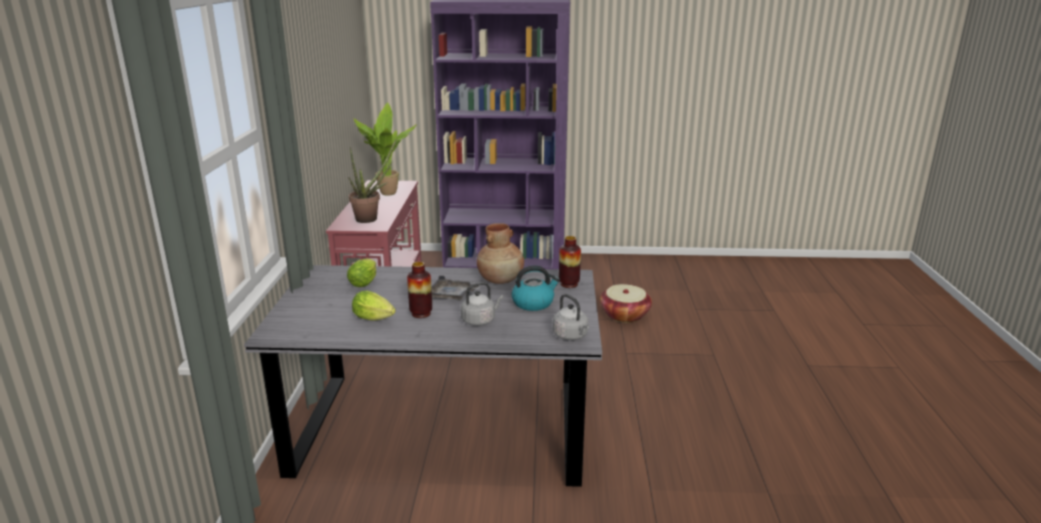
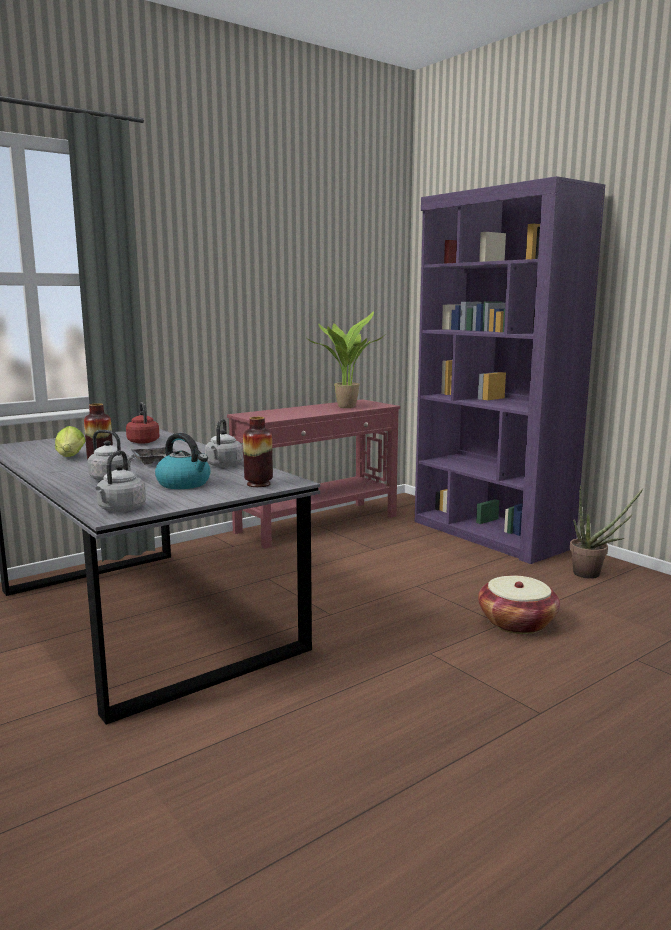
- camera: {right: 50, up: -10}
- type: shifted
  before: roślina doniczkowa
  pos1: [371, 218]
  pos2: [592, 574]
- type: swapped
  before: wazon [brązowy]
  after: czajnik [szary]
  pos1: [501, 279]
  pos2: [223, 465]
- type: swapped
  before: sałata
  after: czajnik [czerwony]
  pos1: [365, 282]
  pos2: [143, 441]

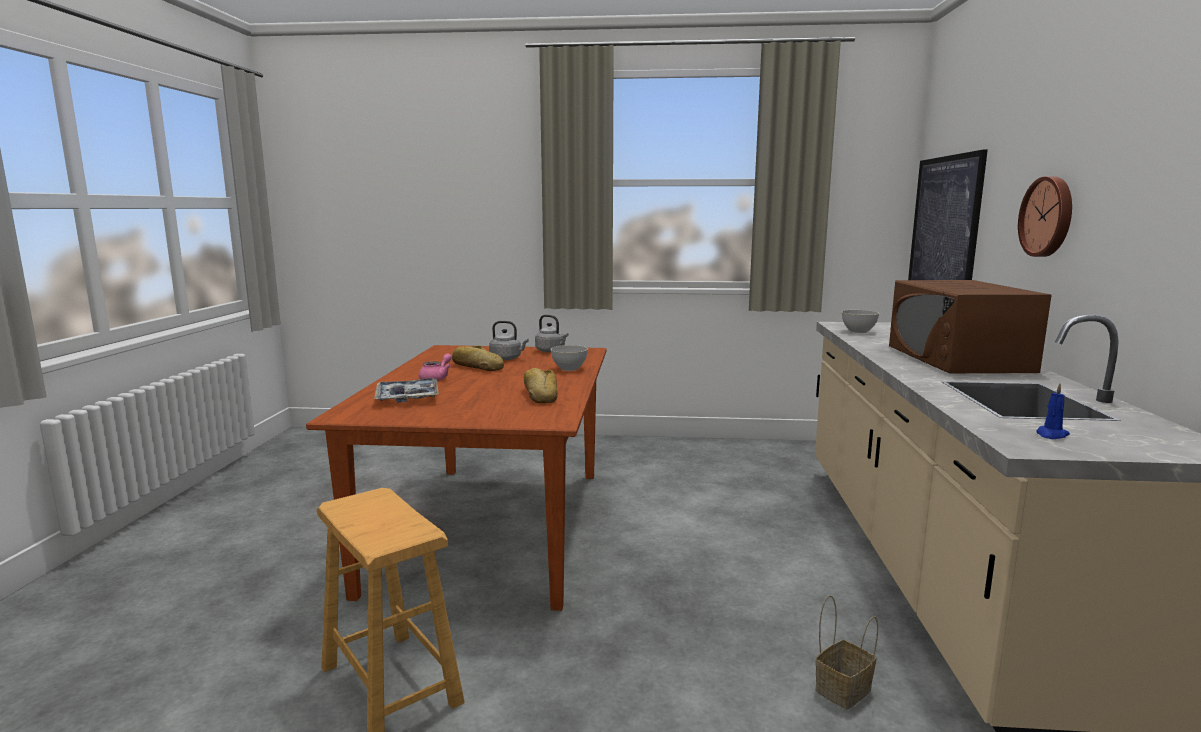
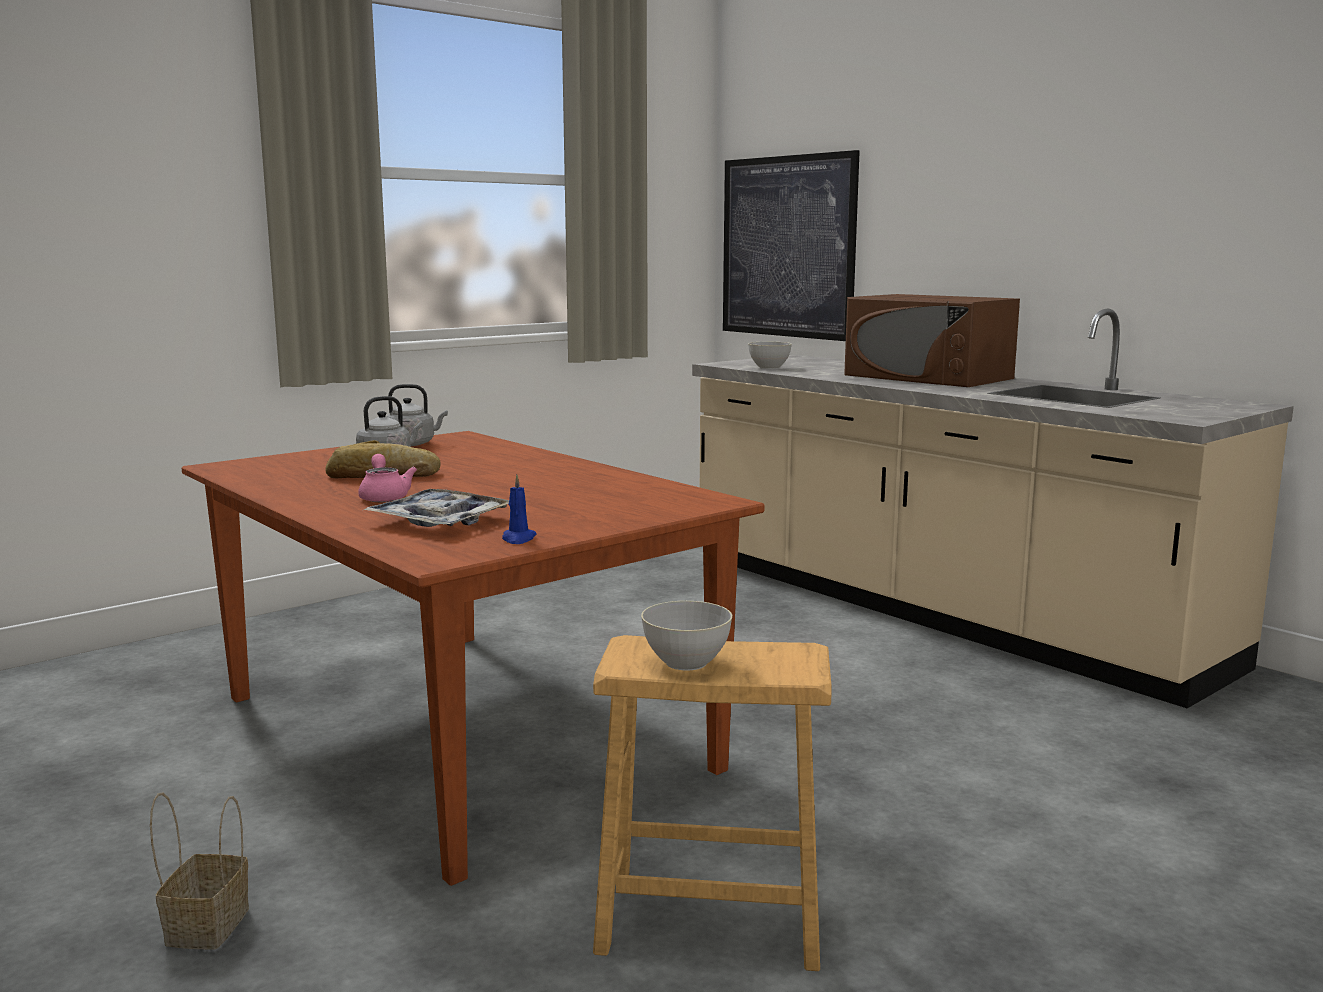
- camera: {right: -45, up: 0}
- type: gone
  before: zegar ścienny
  pos1: [1048, 217]
- type: shifted
  before: miska [szary]
  pos1: [569, 369]
  pos2: [686, 662]
- type: gone
  before: chleb
  pos1: [540, 394]
- type: shifted
  before: świeca [niebieski]
  pos1: [1051, 435]
  pos2: [518, 539]
- type: shifted
  before: koszyk
  pos1: [843, 688]
  pos2: [207, 924]

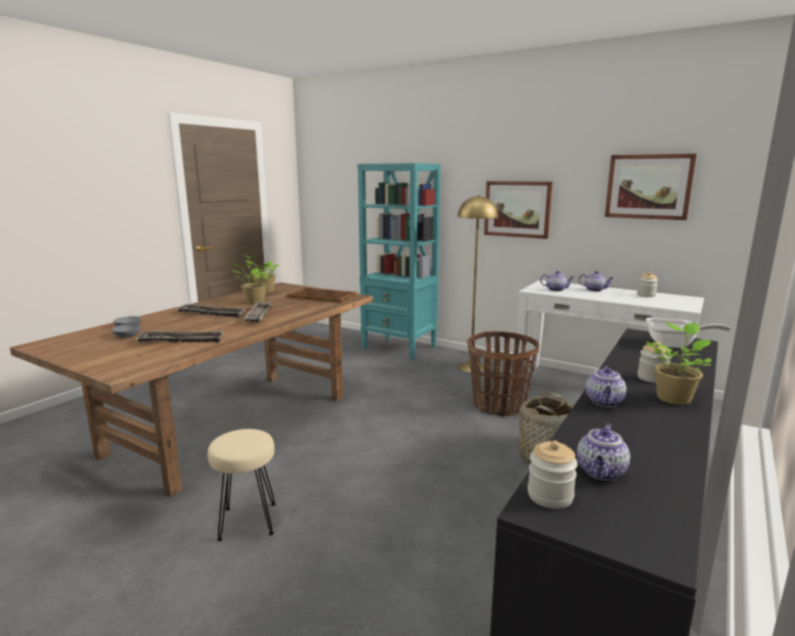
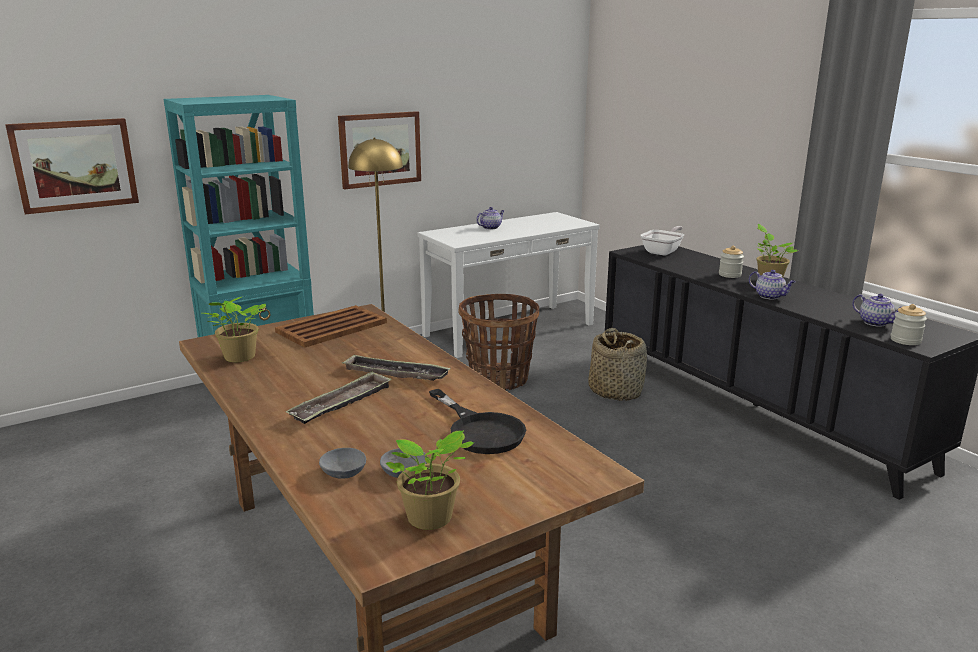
- camera: {right: -65, up: 5}
- type: shifted
  before: obraz
  pos1: [648, 186]
  pos2: [75, 165]
- type: shifted
  before: roślina doniczkowa
  pos1: [253, 302]
  pos2: [430, 519]
- type: gone
  before: imbryk
  pos1: [556, 290]
- type: gone
  before: słoik
  pos1: [646, 295]
- type: swapped
  before: taca
  after: patelnia [czarny]
  pos1: [182, 341]
  pos2: [480, 430]
- type: gone
  before: stołek [beżowy]
  pos1: [248, 522]

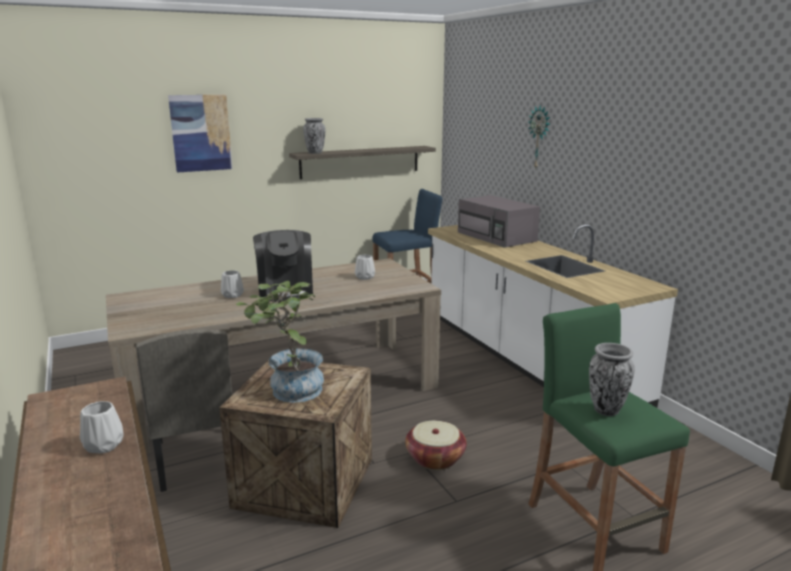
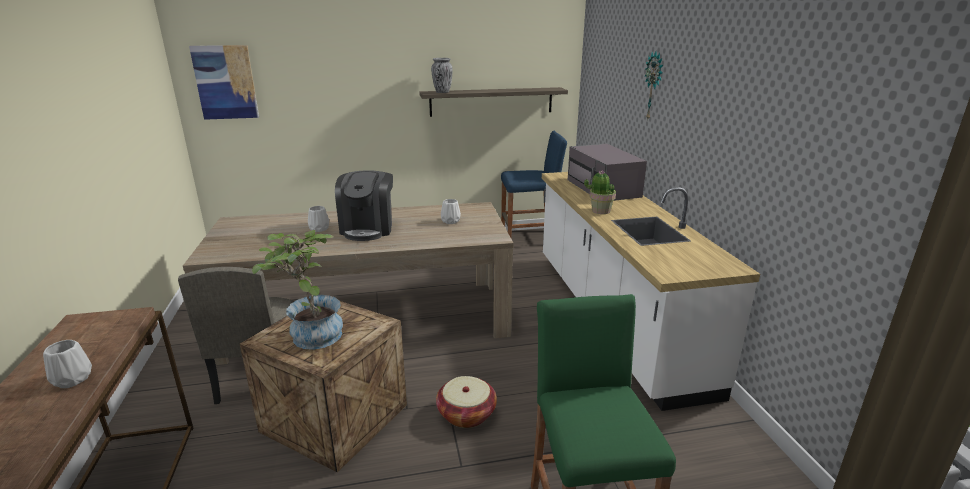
- camera: {right: 15, up: 5}
- type: shifted
  before: obraz
  pos1: [201, 133]
  pos2: [225, 82]
- type: gone
  before: wazon
  pos1: [606, 409]
- type: new
  after: roślina doniczkowa
  pos2: [600, 211]

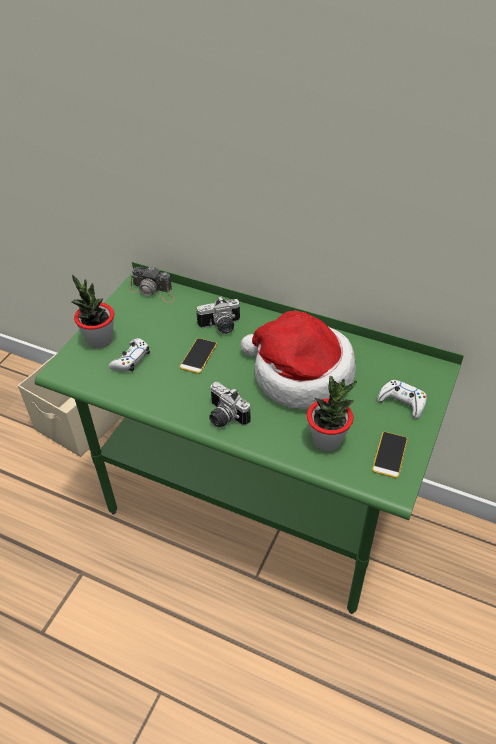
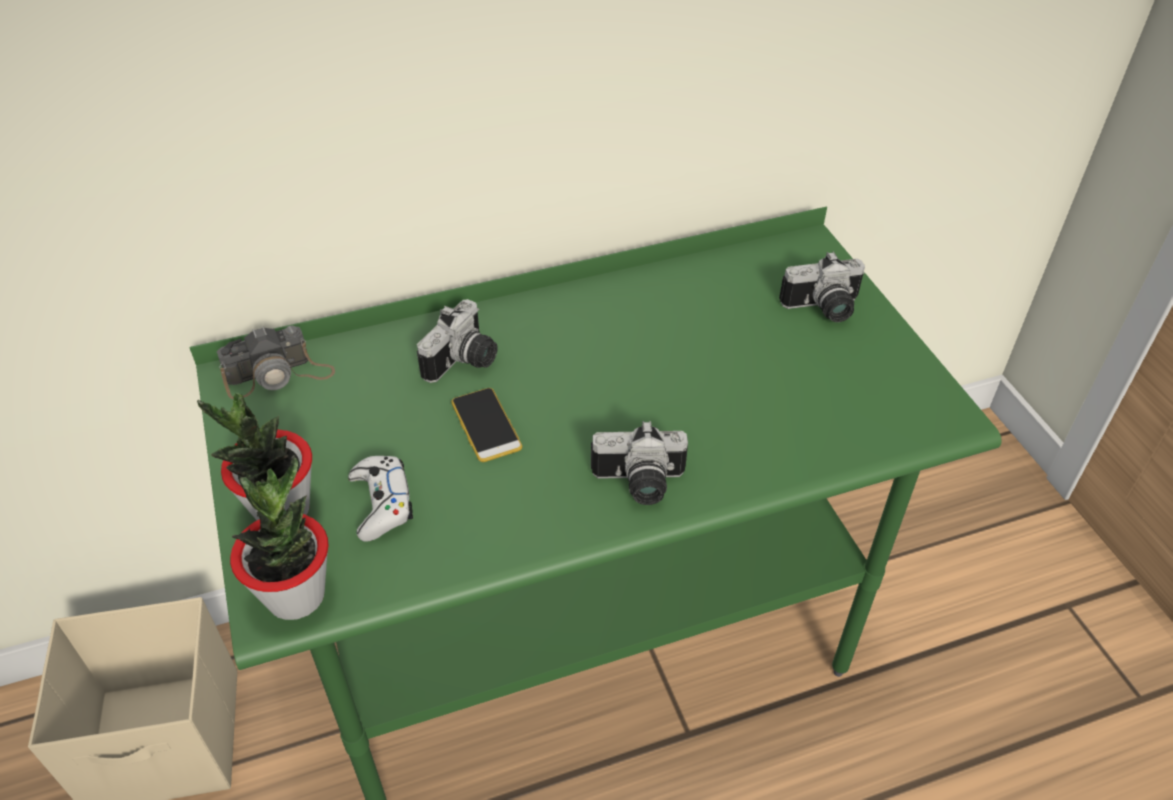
- camera: {right: -45, up: 0}
- type: gone
  before: kapelusz
  pos1: [300, 375]
- type: shifted
  before: roślina doniczkowa
  pos1: [327, 440]
  pos2: [296, 595]
- type: swapped
  before: pad do gier [biały]
  after: aparat fotograficzny
  pos1: [402, 402]
  pos2: [823, 309]
- type: gone
  before: telefon
  pos1: [390, 455]

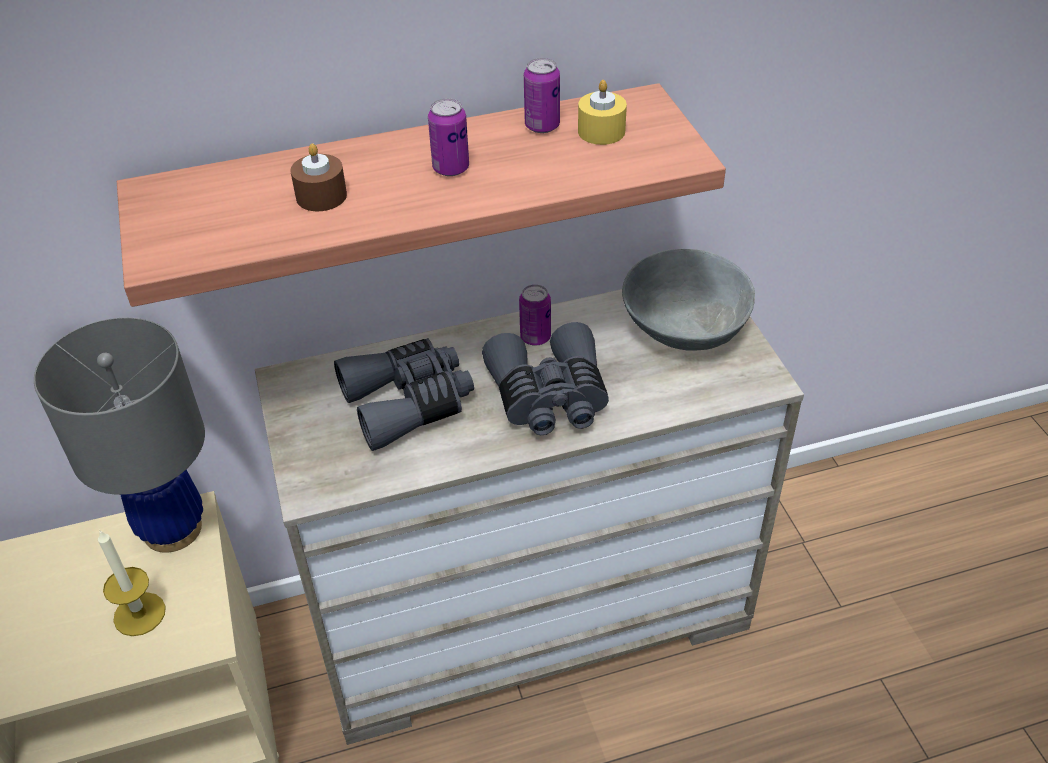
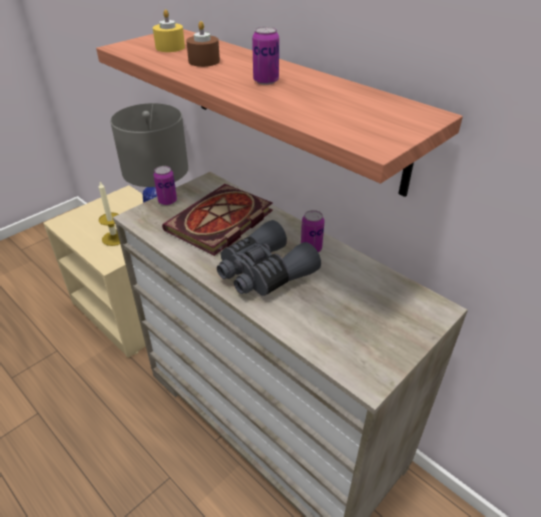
- camera: {right: 60, up: -5}
- type: shifted
  before: puszka
  pos1: [542, 126]
  pos2: [167, 201]
- type: shifted
  before: świeca [żółty]
  pos1: [601, 131]
  pos2: [170, 47]
- type: gone
  before: miska [szary]
  pos1: [683, 326]
- type: swapped
  before: lornetka [szary]
  after: książka
  pos1: [408, 402]
  pos2: [219, 223]

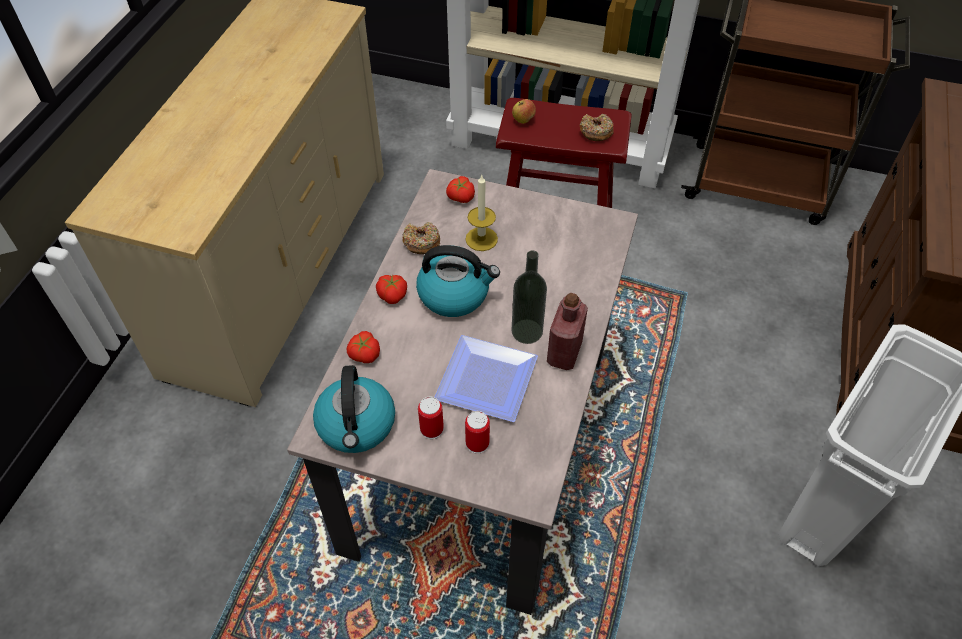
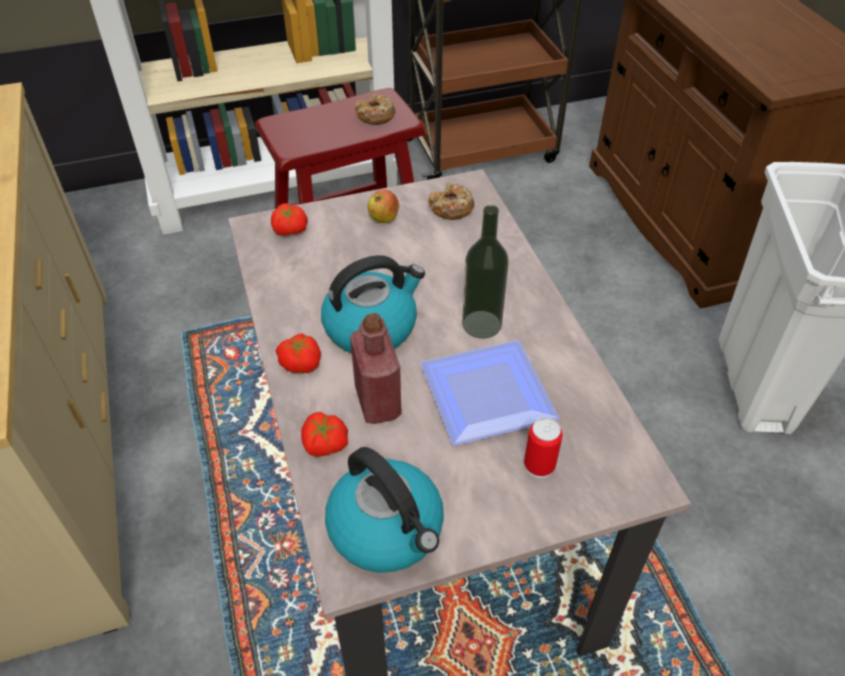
- camera: {right: -35, up: -5}
- type: shifted
  before: jabłko
  pos1: [523, 120]
  pos2: [384, 218]
- type: gone
  before: świeca
  pos1: [481, 239]
- type: shifted
  before: donut
  pos1: [421, 242]
  pos2: [451, 208]
- type: shifted
  before: butelka [czerwony]
  pos1: [564, 353]
  pos2: [378, 402]
- type: gone
  before: puszka
  pos1: [431, 429]

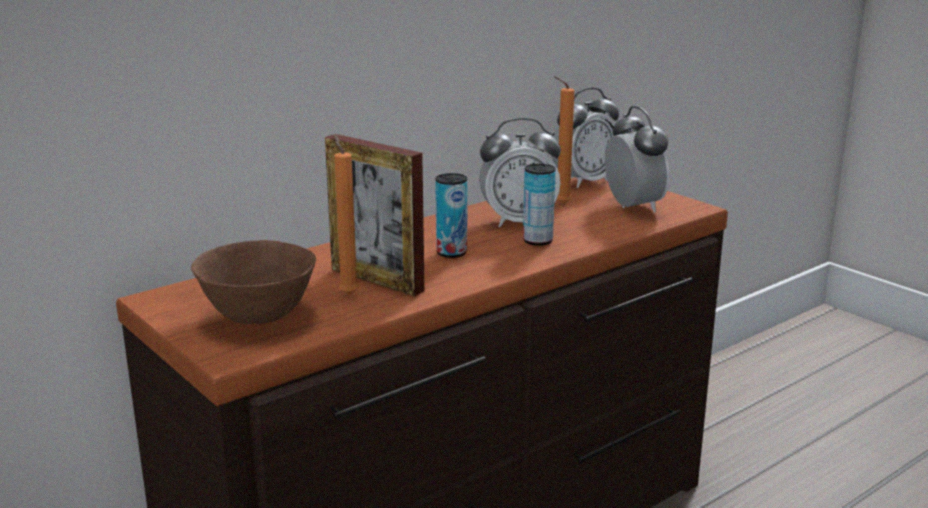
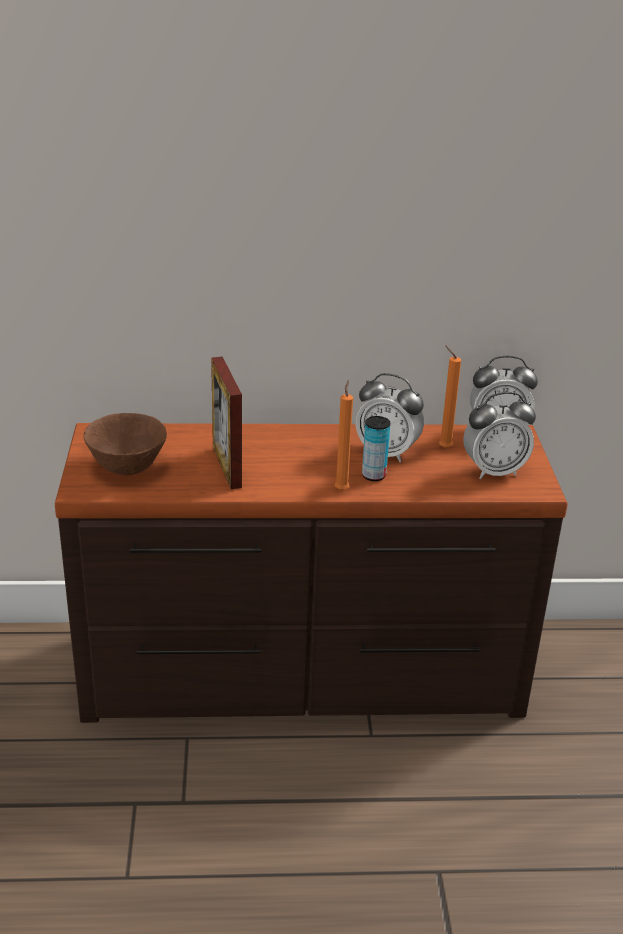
- camera: {right: 35, up: 10}
- type: rotated
  before: budzik
  pos1: [633, 207]
  pos2: [494, 471]
  turn: 60
- type: shifted
  before: świeca [pomarańczowy]
  pos1: [348, 293]
  pos2: [342, 489]
- type: gone
  before: puszka
  pos1: [451, 253]

